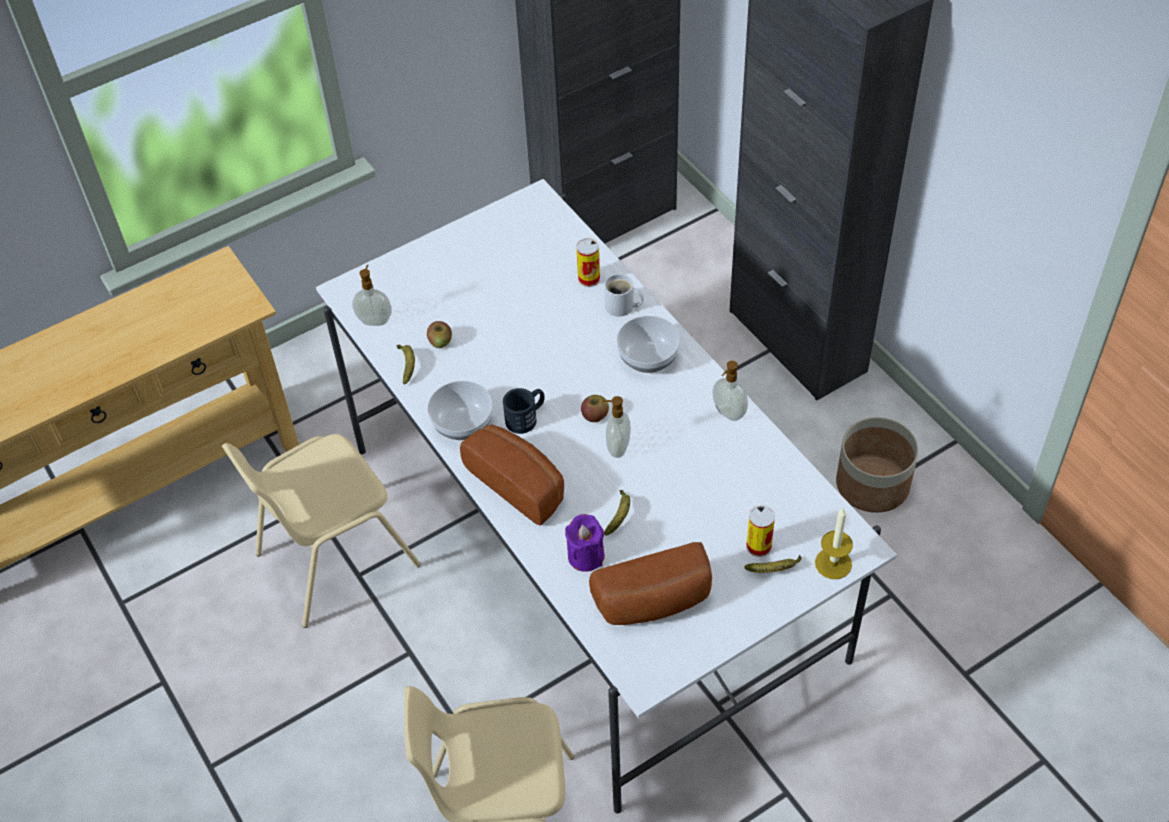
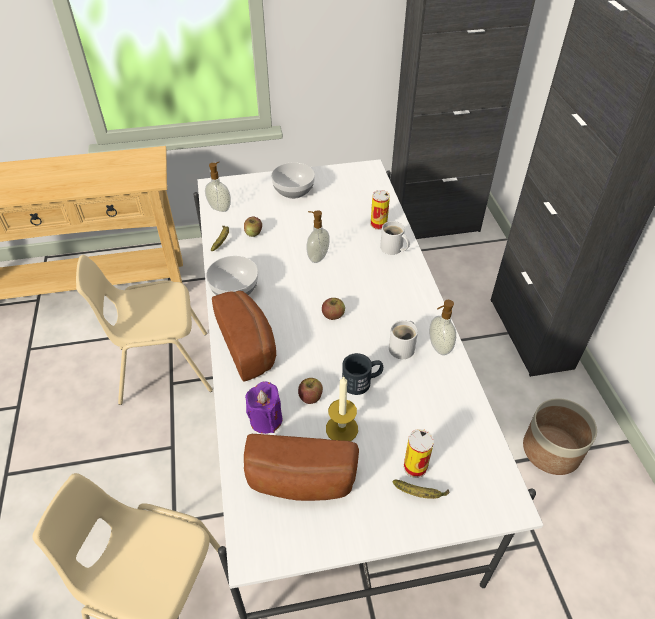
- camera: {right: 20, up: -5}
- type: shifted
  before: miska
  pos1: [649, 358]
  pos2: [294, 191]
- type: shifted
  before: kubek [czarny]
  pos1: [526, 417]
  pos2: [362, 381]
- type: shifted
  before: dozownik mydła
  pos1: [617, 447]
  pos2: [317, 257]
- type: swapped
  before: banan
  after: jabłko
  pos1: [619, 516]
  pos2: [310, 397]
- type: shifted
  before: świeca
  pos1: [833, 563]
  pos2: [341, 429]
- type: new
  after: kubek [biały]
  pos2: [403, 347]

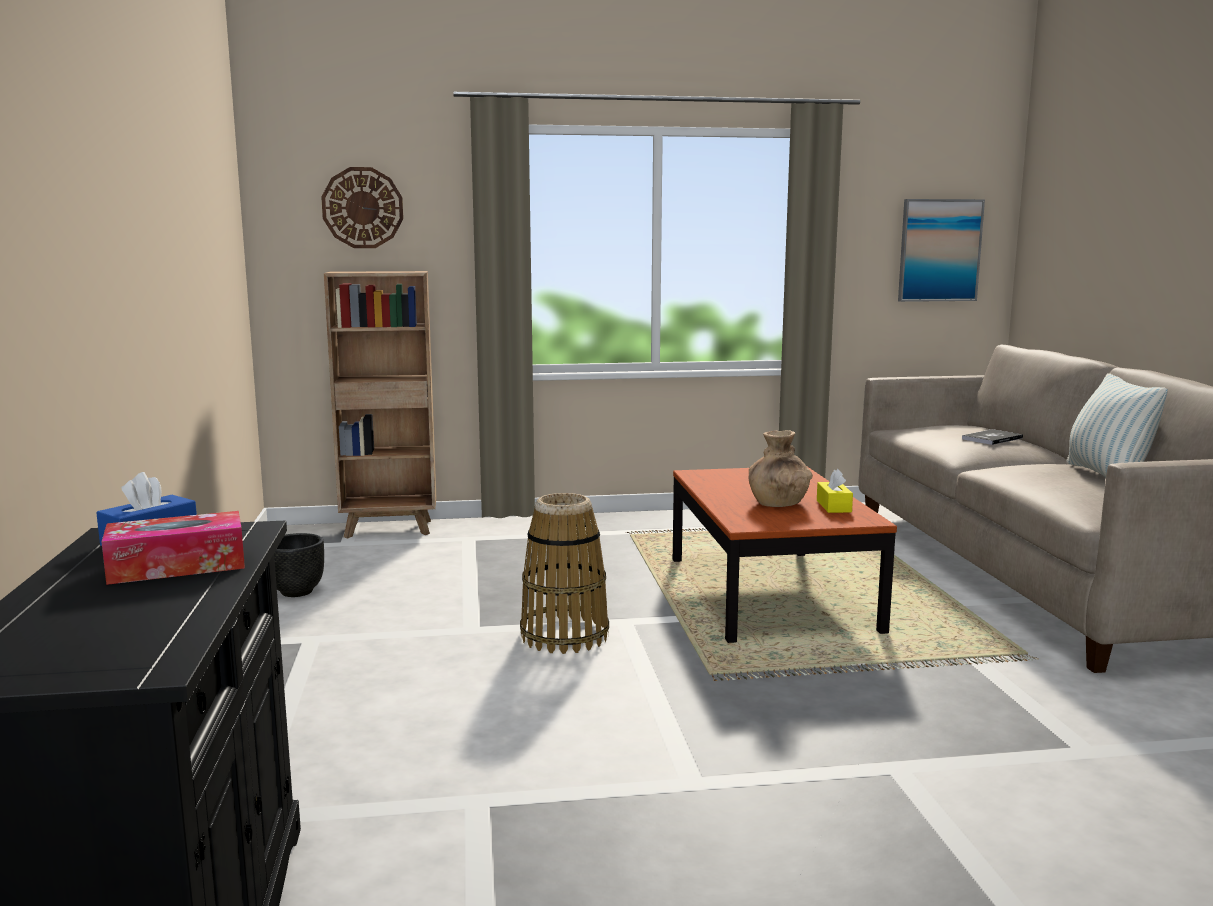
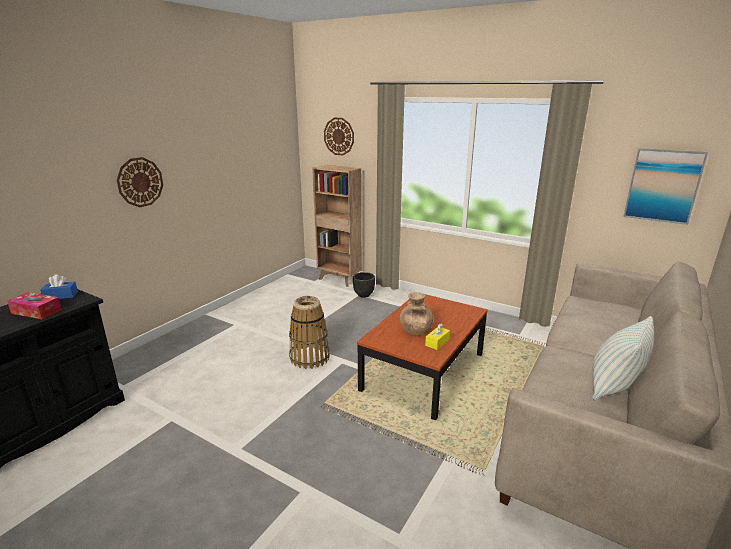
- camera: {right: 40, up: 10}
- type: gone
  before: książka
  pos1: [992, 438]
- type: shifted
  before: donica [czarny]
  pos1: [296, 592]
  pos2: [363, 295]
- type: new
  after: zegar ścienny
  pos2: [140, 182]

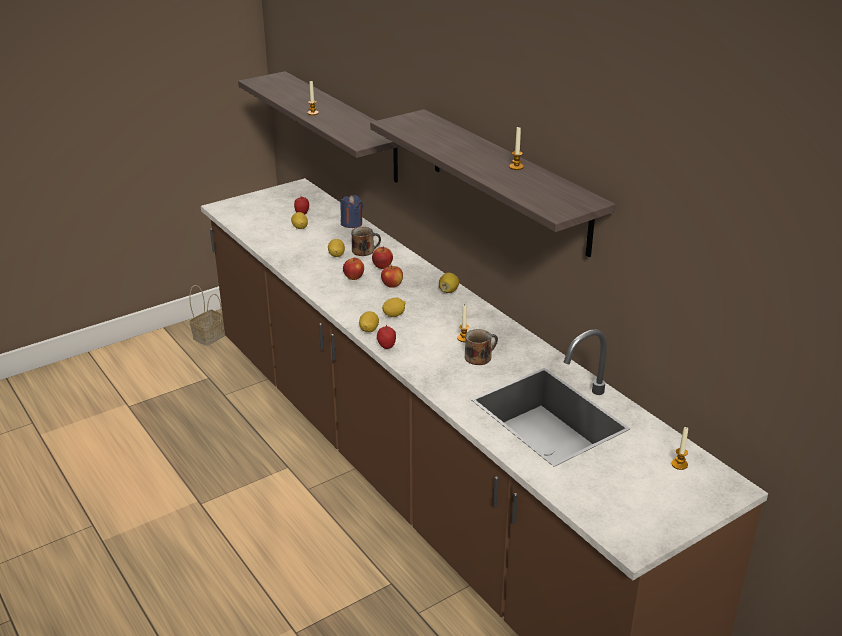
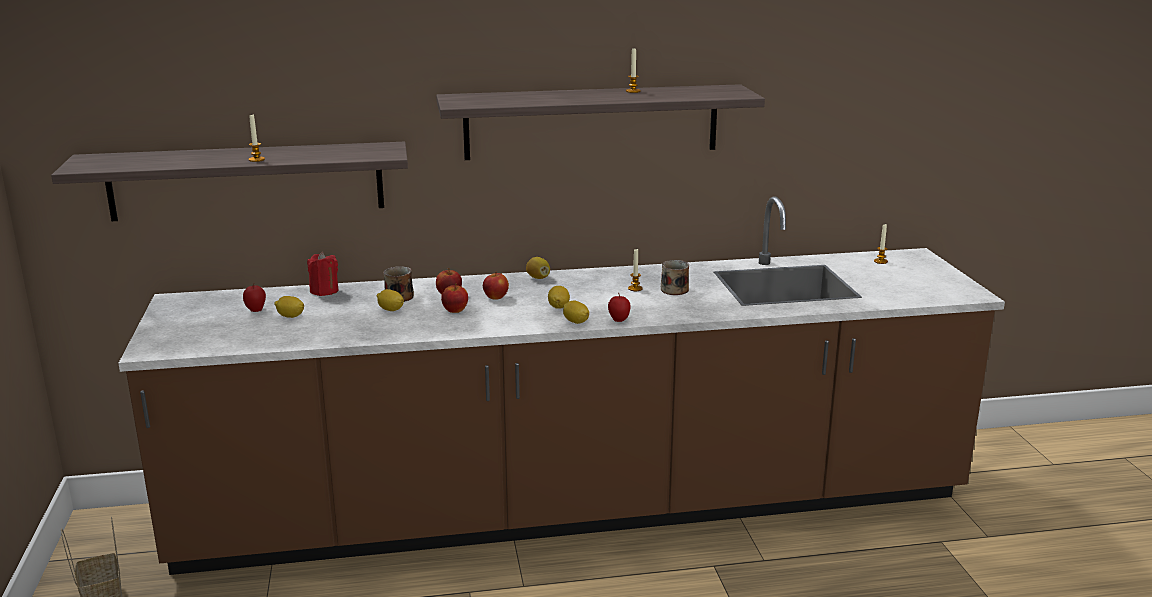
- camera: {right: -65, up: -10}
- type: repainted
  before: świeca [niebieski]
  after: świeca [czerwony]
  pos1: [351, 223]
  pos2: [324, 291]

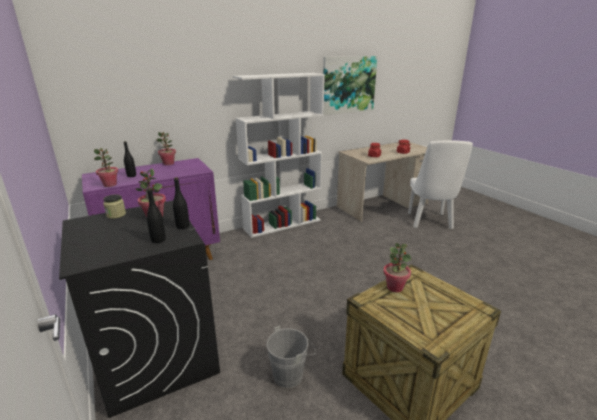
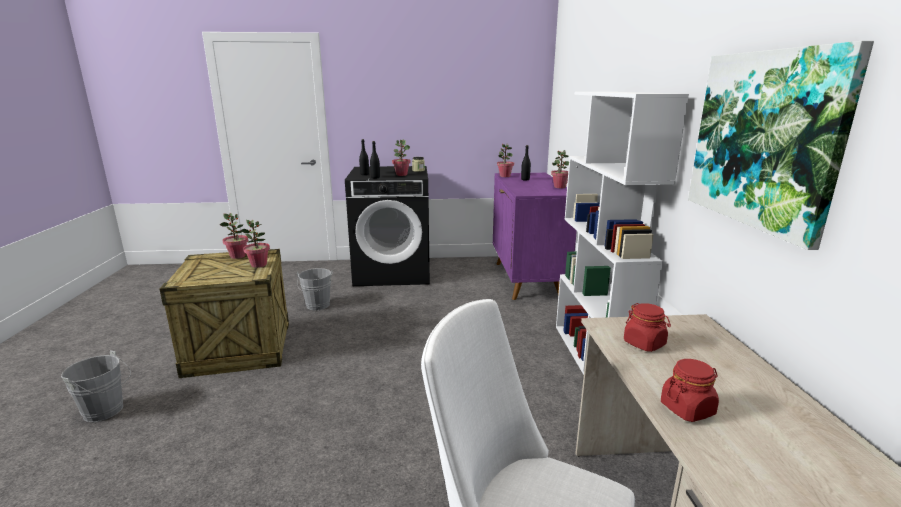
- camera: {right: 115, up: -5}
- type: new
  after: roślina doniczkowa
  pos2: [238, 256]
- type: new
  after: wiadro [szary]
  pos2: [106, 411]

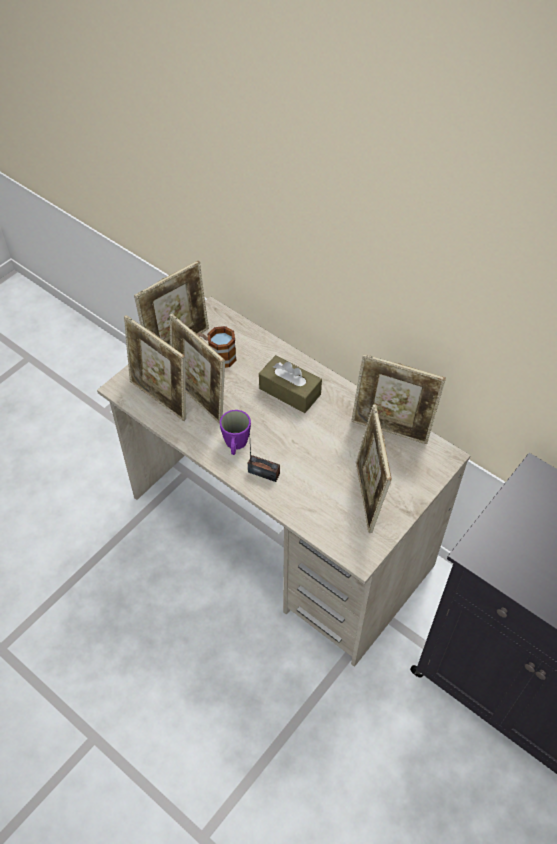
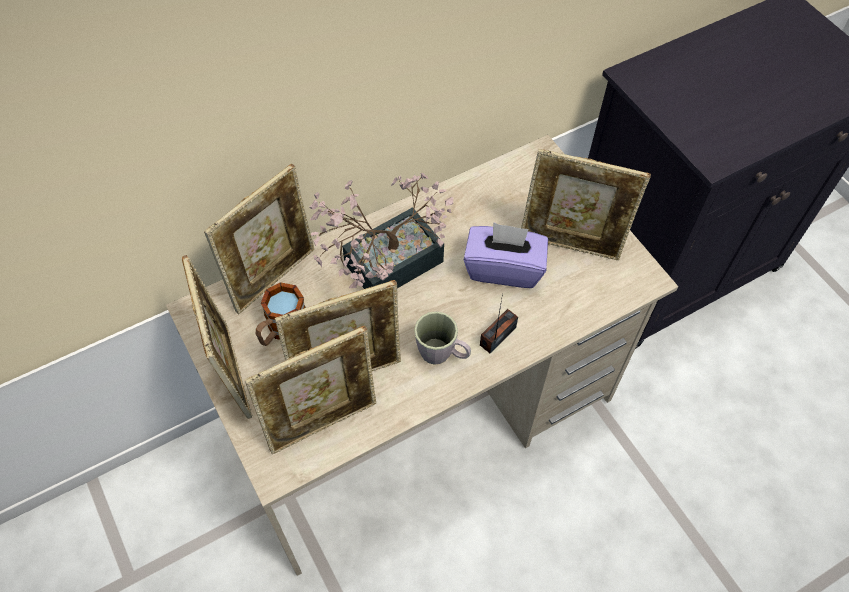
- camera: {right: -70, up: 5}
- type: shifted
  before: ramka na zdjęcie
  pos1: [391, 429]
  pos2: [273, 277]
- type: swapped
  before: pudełko chusteczek [brązowy]
  after: roślina doniczkowa
  pos1: [290, 391]
  pos2: [383, 267]
- type: repainted
  before: kubek [fioletowy]
  after: kubek [szary]
  pos1: [235, 445]
  pos2: [442, 354]
- type: new
  after: pudełko chusteczek [fioletowy]
  pos2: [503, 268]

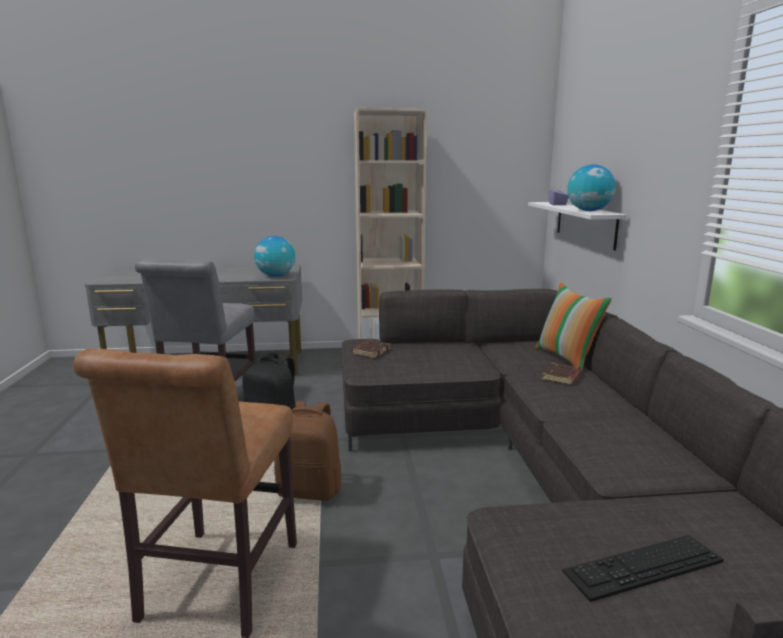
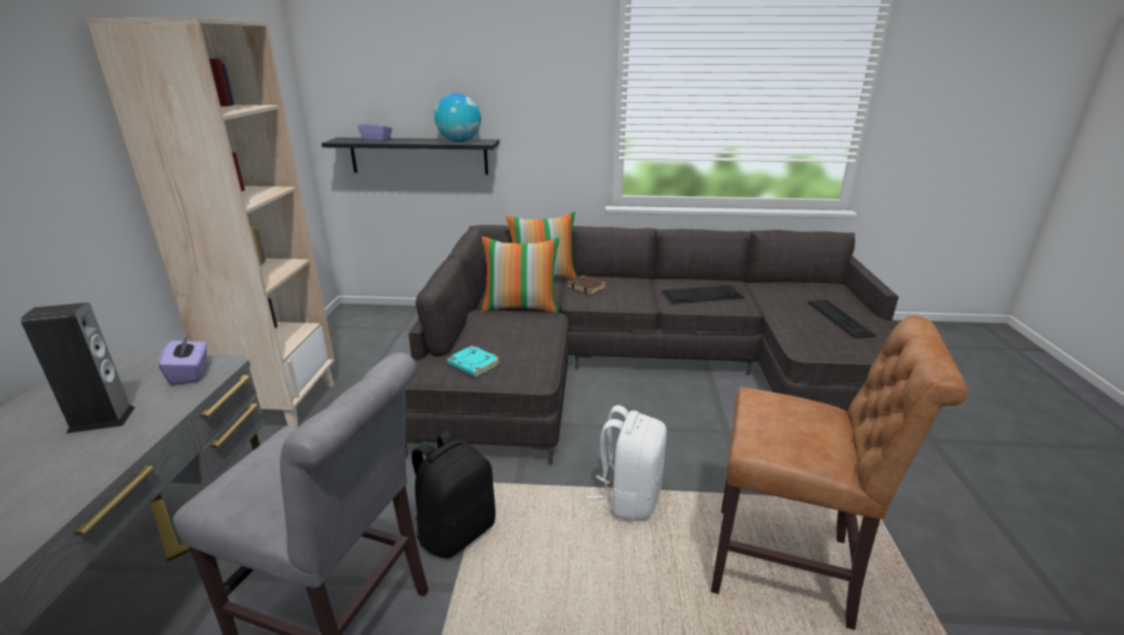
- camera: {right: -80, up: 10}
- type: repainted
  before: półka [biały]
  after: półka [czarny]
  pos1: [585, 224]
  pos2: [419, 156]
- type: swapped
  before: globus
  after: pudełko chusteczek [fioletowy]
  pos1: [276, 276]
  pos2: [190, 373]
- type: repainted
  before: książka [brązowy]
  after: książka [turkusowy]
  pos1: [371, 351]
  pos2: [473, 365]
- type: repainted
  before: plecak [brązowy]
  after: plecak [biały]
  pos1: [310, 490]
  pos2: [629, 498]
- type: new
  after: poduszka
  pos2: [521, 307]
- type: new
  after: klawiatura
  pos2: [702, 294]
- type: new
  after: głośnik
  pos2: [102, 420]

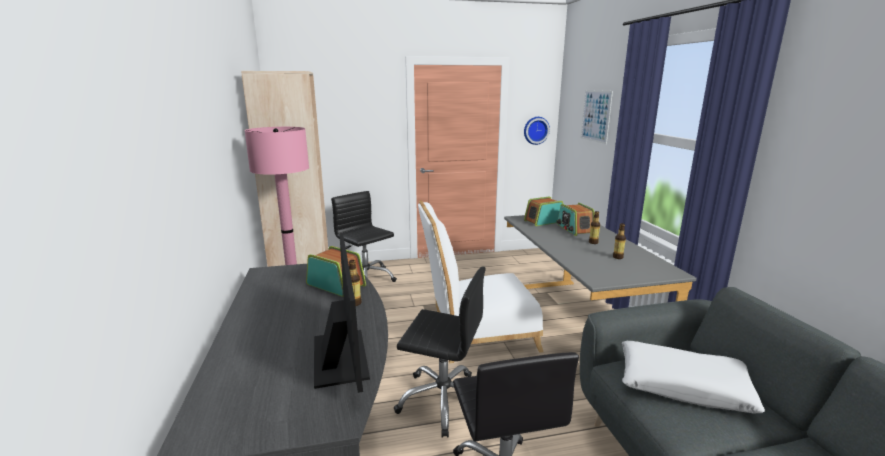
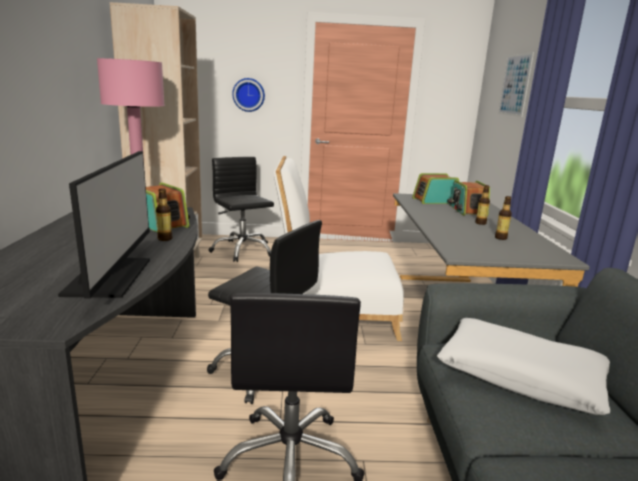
- camera: {right: 10, up: 0}
- type: shifted
  before: zegar ścienny
  pos1: [535, 130]
  pos2: [248, 95]

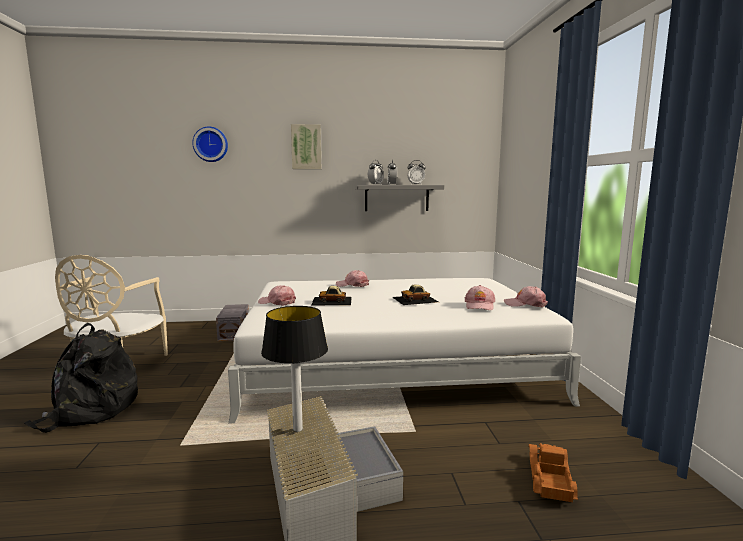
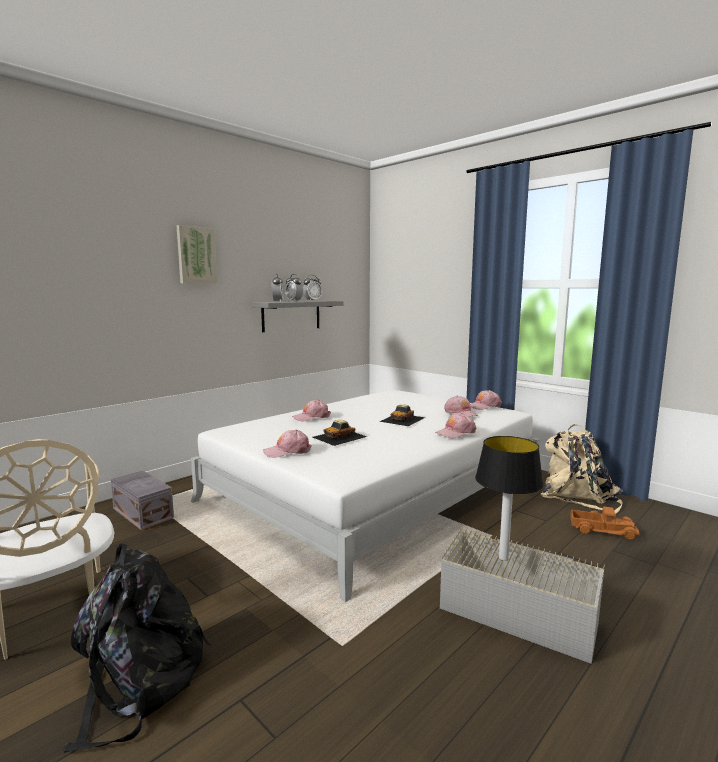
- camera: {right: -40, up: 0}
- type: gone
  before: zegar ścienny
  pos1: [211, 144]
- type: rotated
  before: ciężarówka zabawkowa
  pos1: [549, 479]
  pos2: [602, 530]
  turn: 135
- type: new
  after: czapka z daszkiem [różowy]
  pos2: [455, 433]
- type: new
  after: plecak [beżowy]
  pos2: [578, 496]

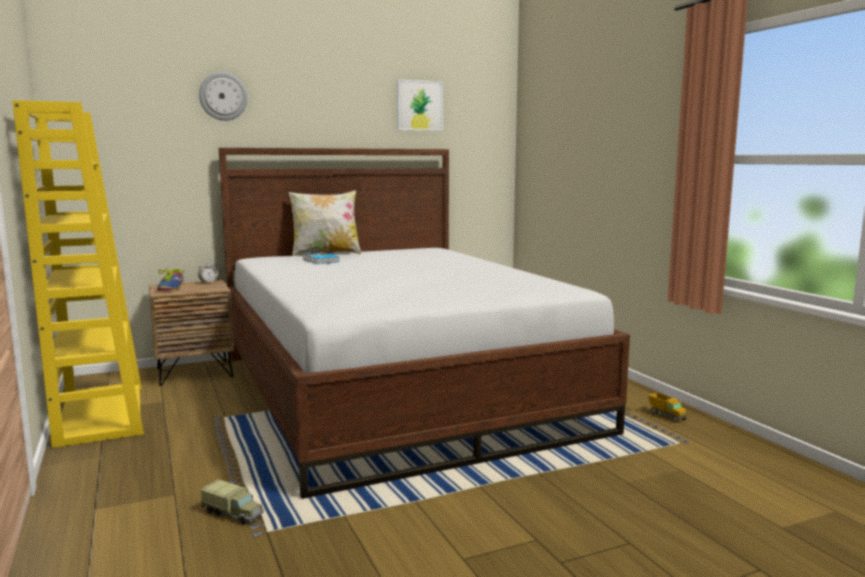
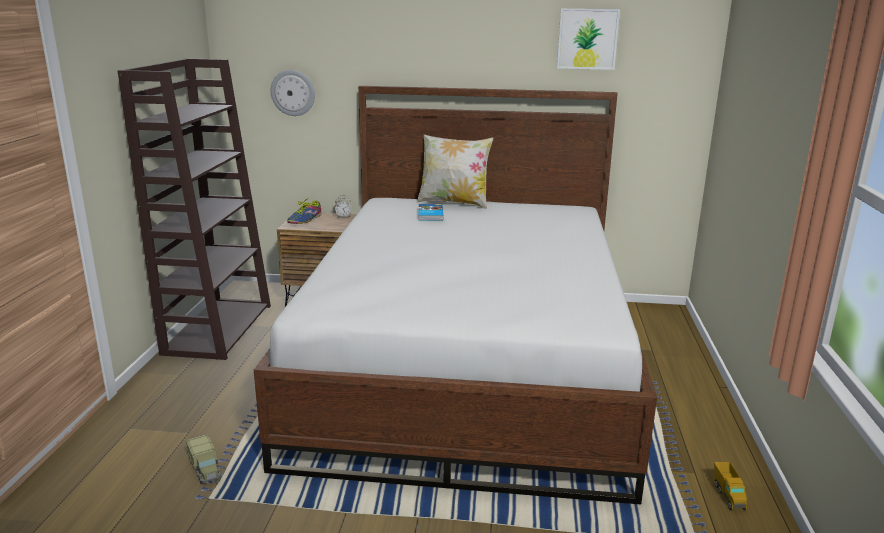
- camera: {right: 30, up: 10}
- type: shifted
  before: zegar ścienny
  pos1: [223, 96]
  pos2: [293, 92]
- type: repainted
  before: regał [żółty]
  after: regał [brązowy]
  pos1: [100, 414]
  pos2: [218, 328]

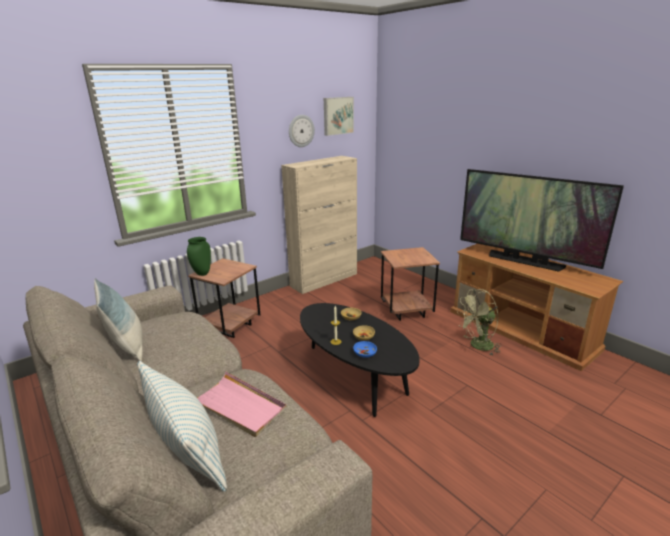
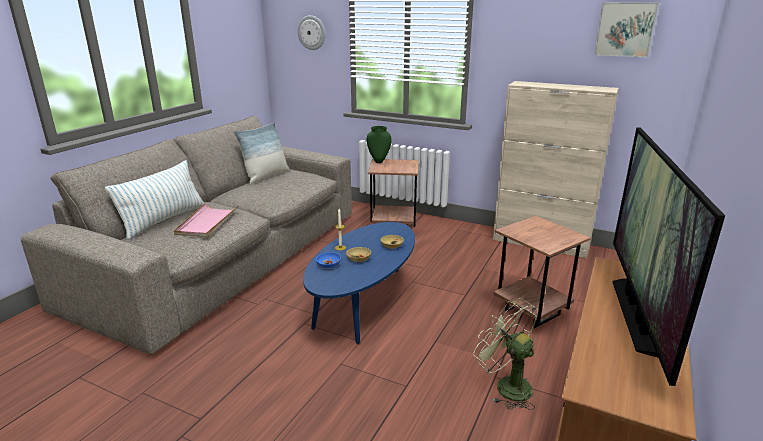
- camera: {right: 65, up: 0}
- type: shifted
  before: zegar ścienny
  pos1: [301, 131]
  pos2: [312, 32]
- type: repainted
  before: ława [czarny]
  after: ława [niebieski]
  pos1: [354, 378]
  pos2: [364, 305]

